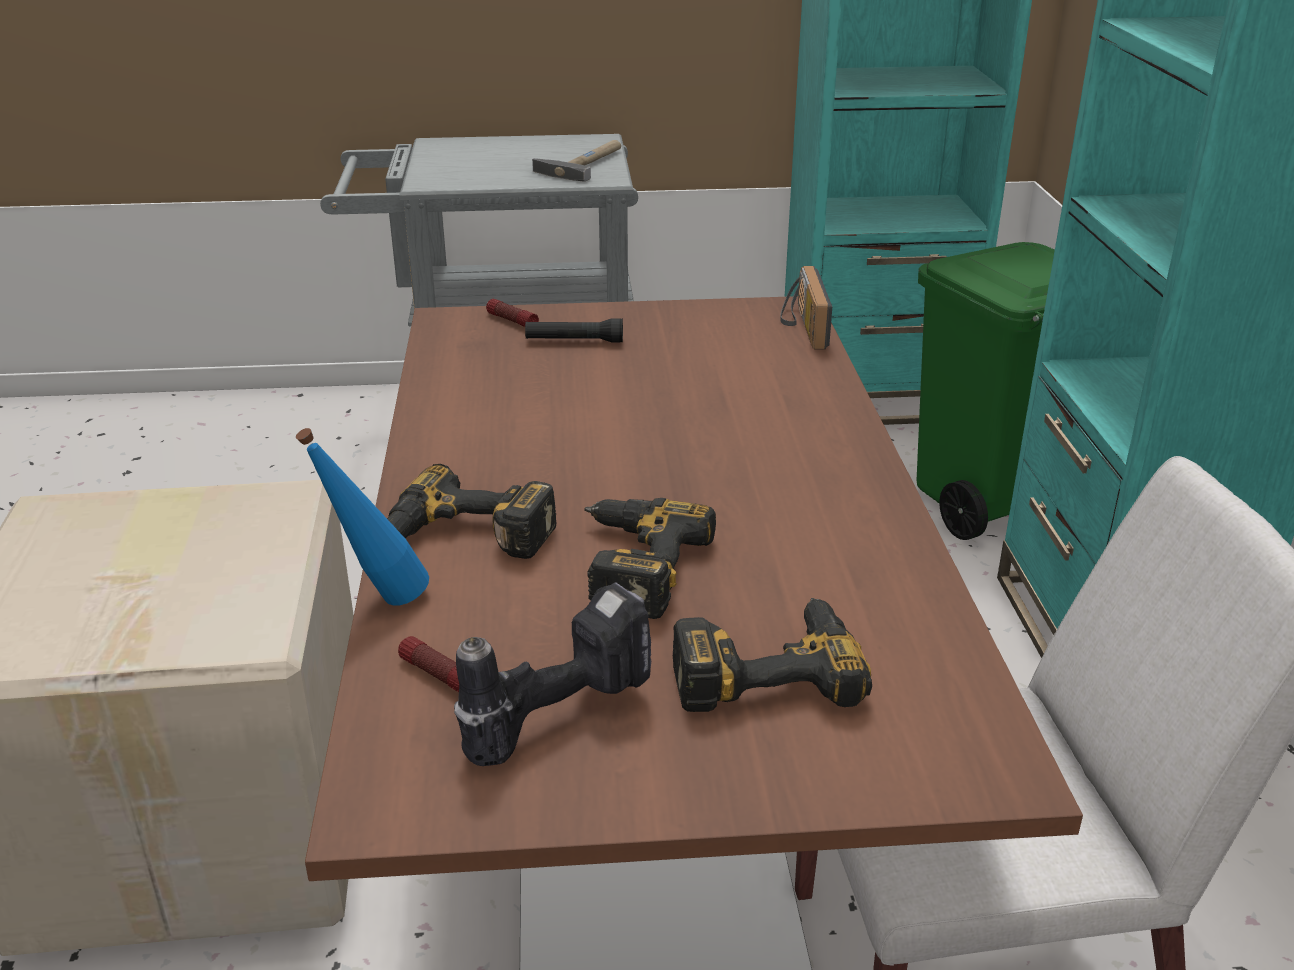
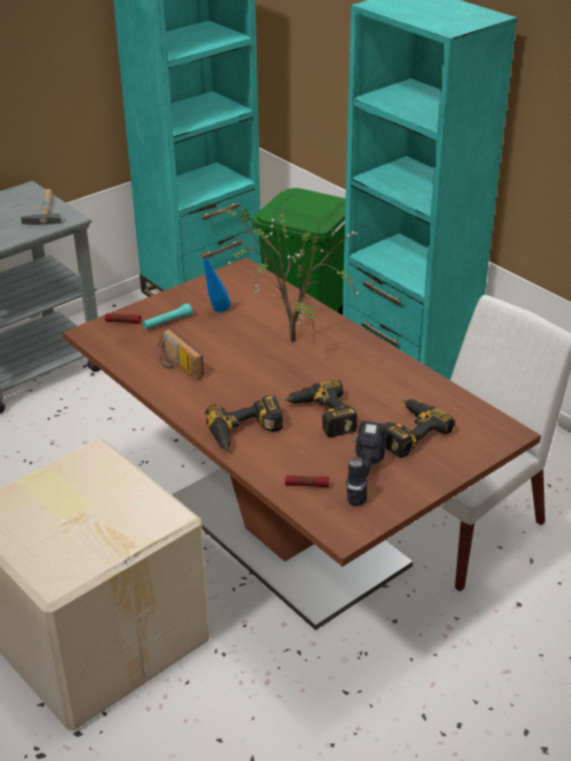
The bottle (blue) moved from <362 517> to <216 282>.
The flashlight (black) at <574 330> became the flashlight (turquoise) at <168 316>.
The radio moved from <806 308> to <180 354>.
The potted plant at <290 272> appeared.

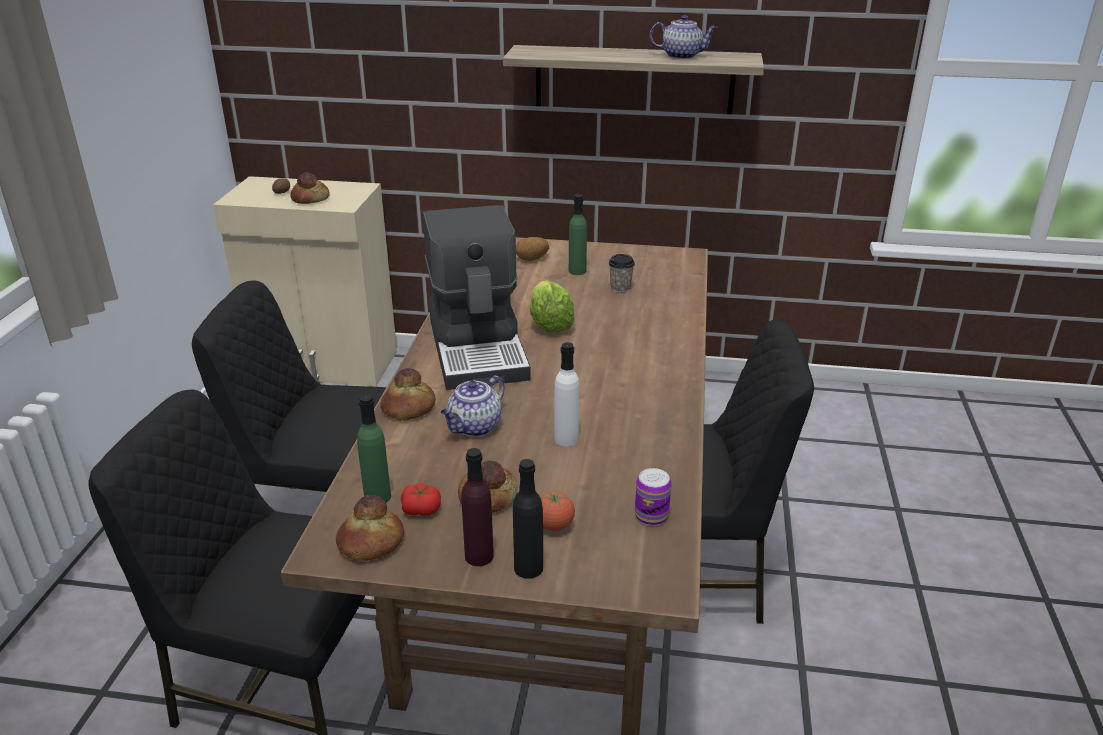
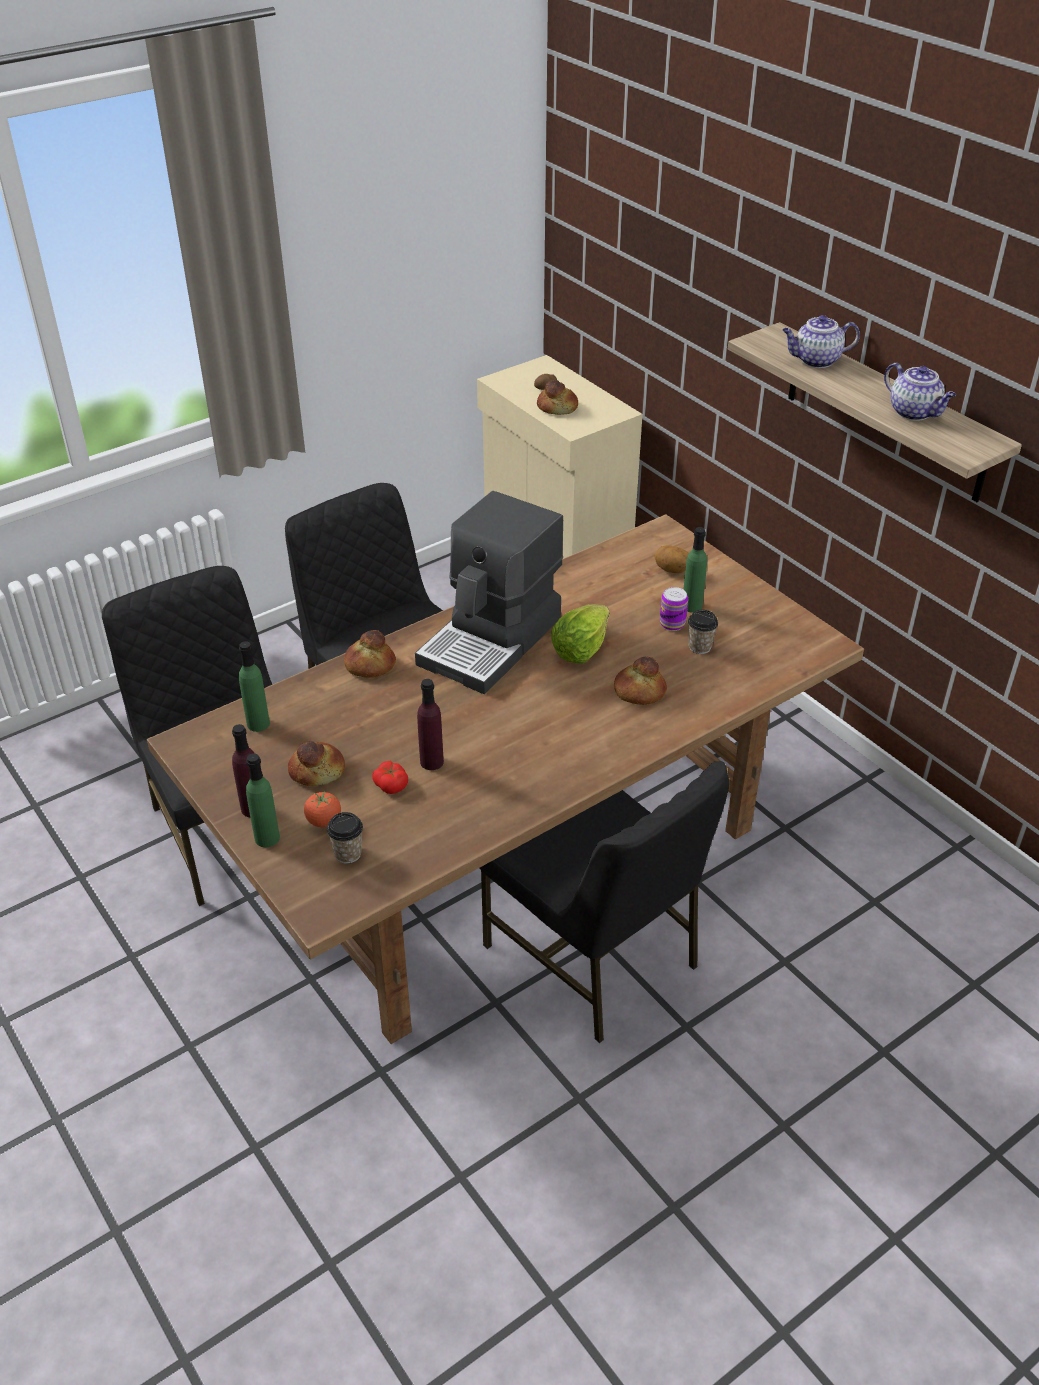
The bread moved from <370 528> to <640 680>.
The tomato moved from <421 499> to <390 777>.
The teapot moved from <473 406> to <821 341>.
The bottle (black) at <528 519> became the bottle (green) at <263 800>.
The bottle (white) at <566 394> became the bottle (purple) at <430 724>.
The can moved from <653 497> to <674 609>.
The cup at <345 838> appeared.

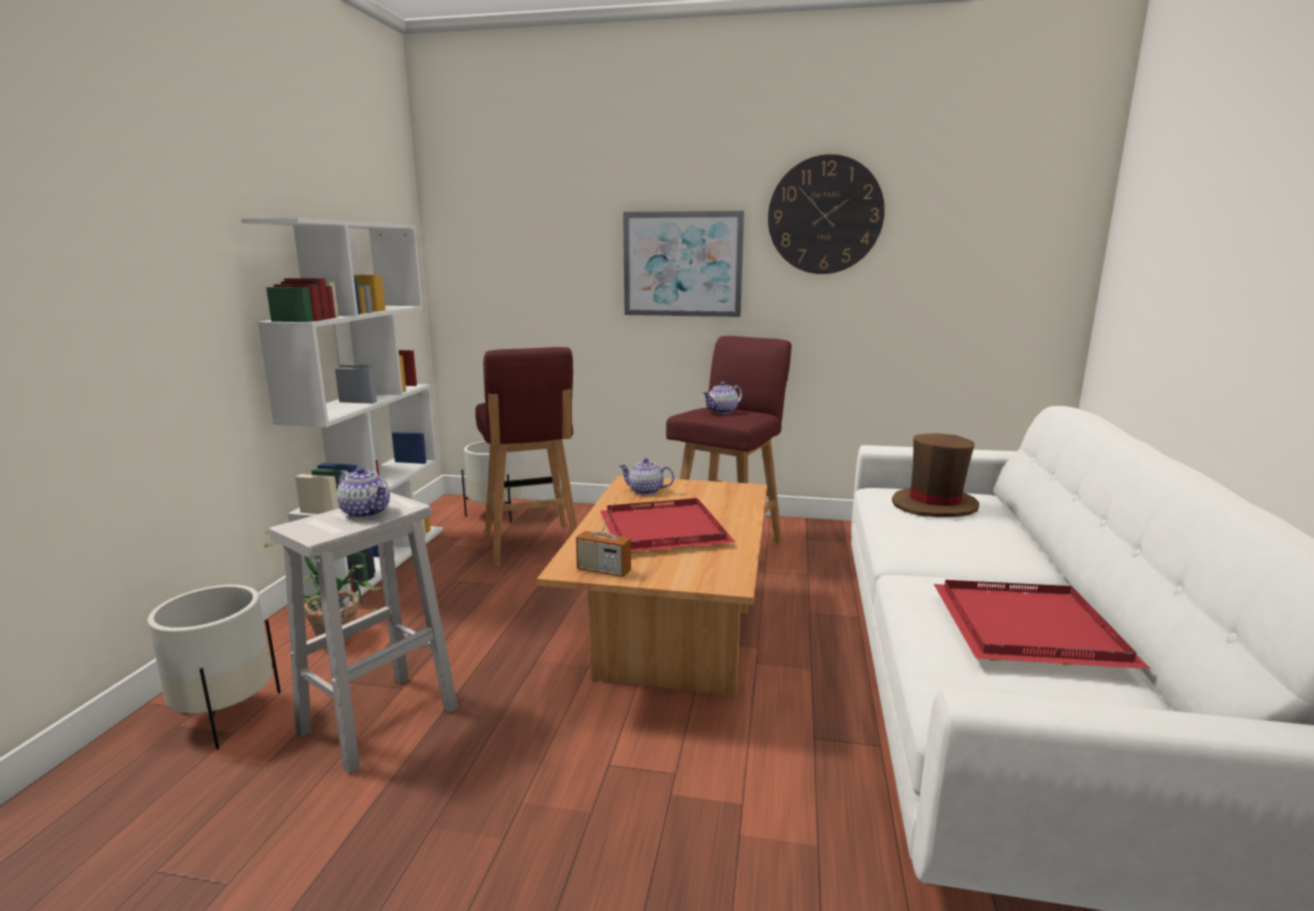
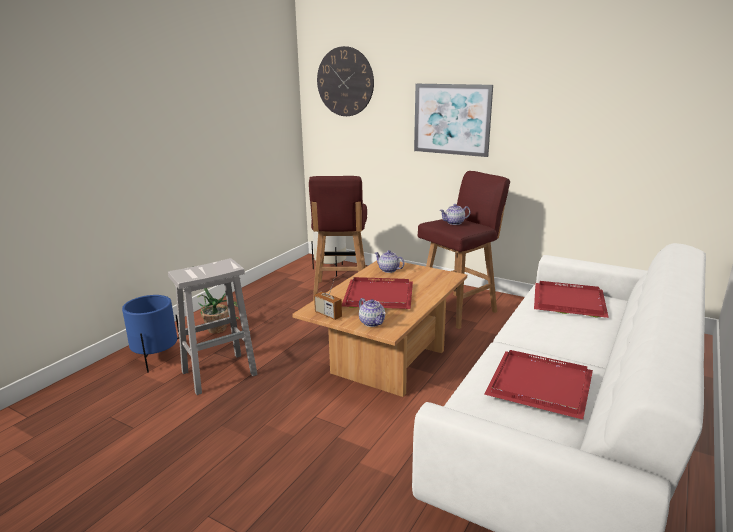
The planter (white) at <214 667> became the planter (blue) at <150 334>.
The bookcase (white) at <342 409> disappeared.
The teapot moved from <363 492> to <372 312>.
The wall clock moved from <826 214> to <345 81>.
The hat (brown) at <935 475> was replaced by the tray (red) at <571 299>.

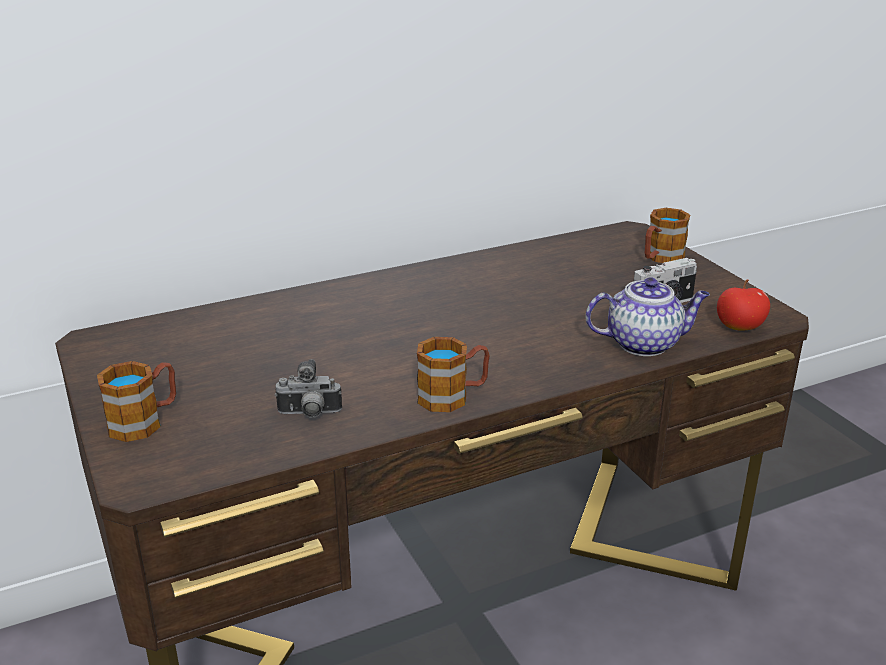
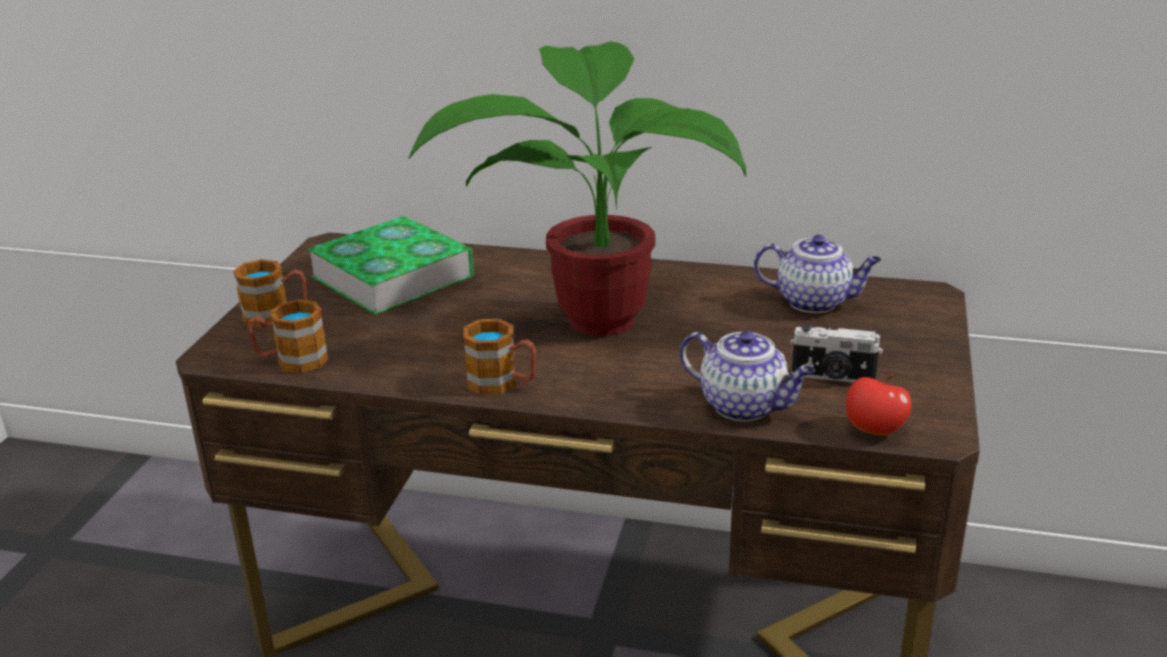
The photo camera at <308 388> disappeared.
The mug moved from <667 235> to <288 336>.
The book at <390 265> appeared.
The potted plant at <577 189> appeared.
The teapot at <817 274> appeared.

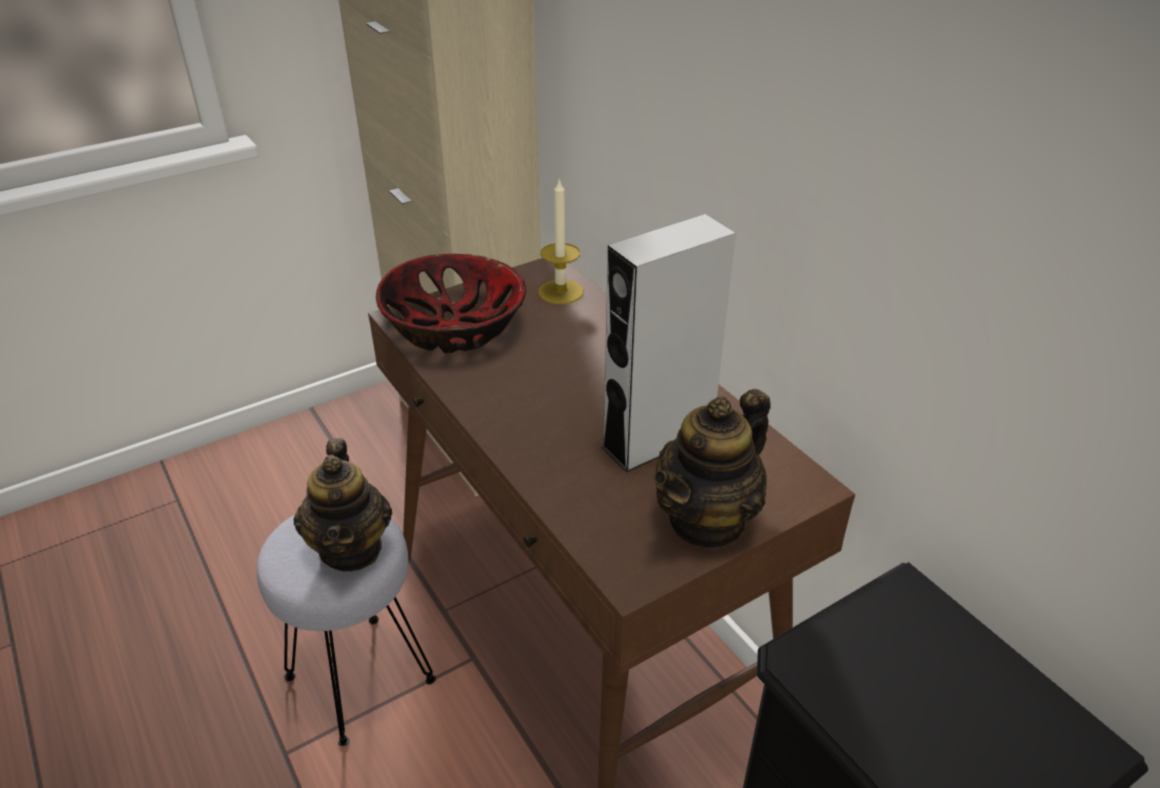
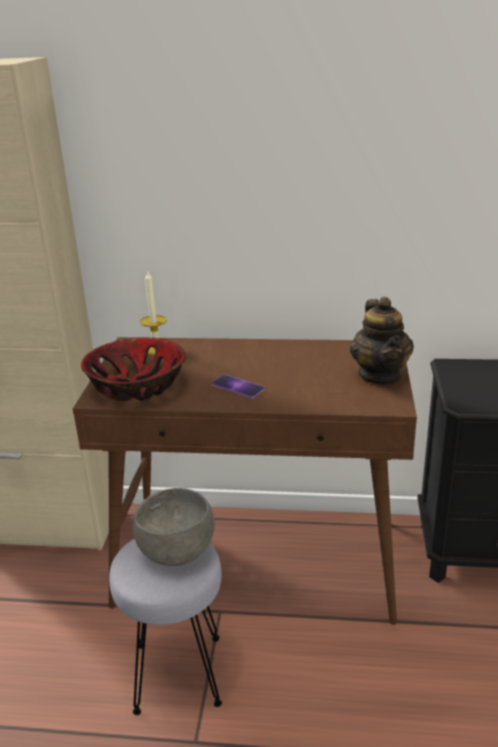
The teapot at <342 504> was replaced by the bowl (grey) at <174 527>.
The speaker (grey) at <668 343> disappeared.
The phone at <238 386> appeared.

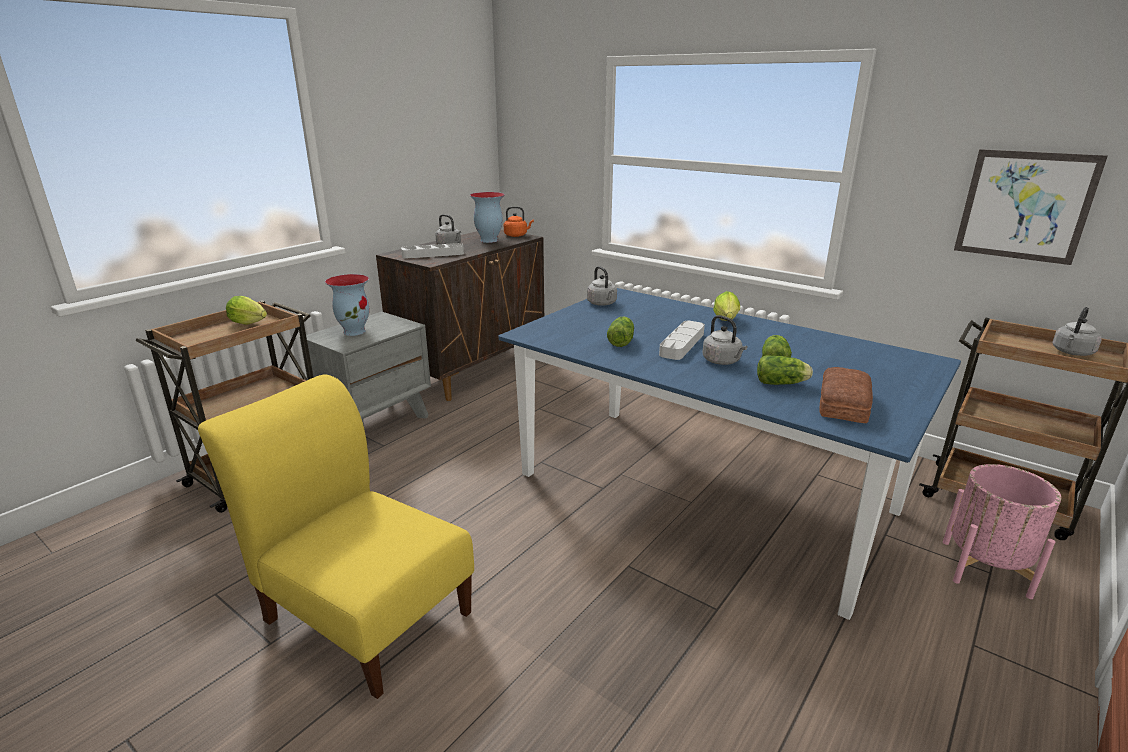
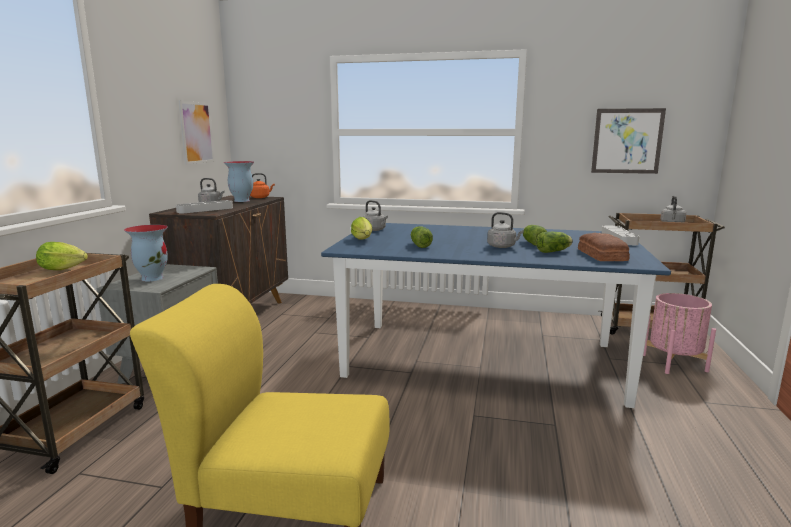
The tray (grey) moved from <682 340> to <620 235>.
The lettuce moved from <726 306> to <362 228>.
The picture at <196 132> appeared.

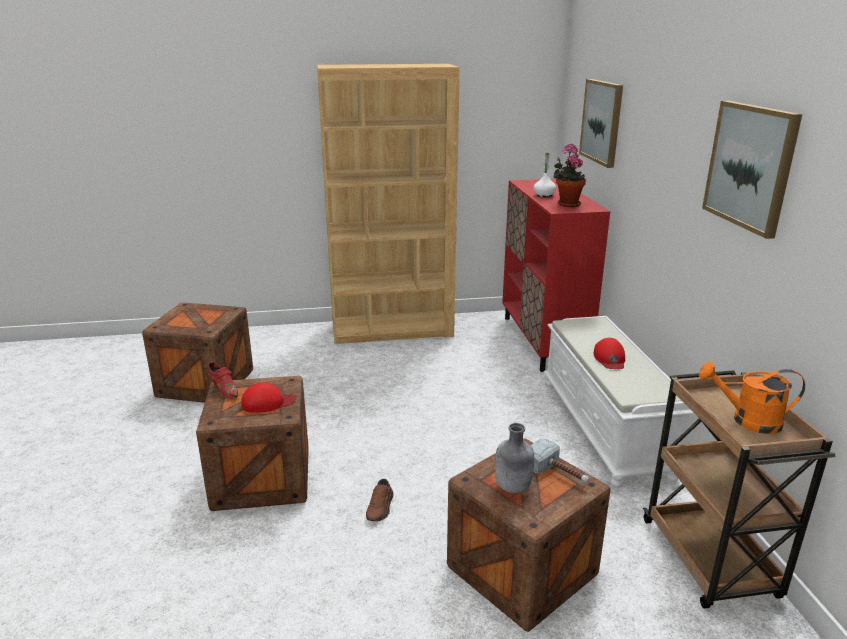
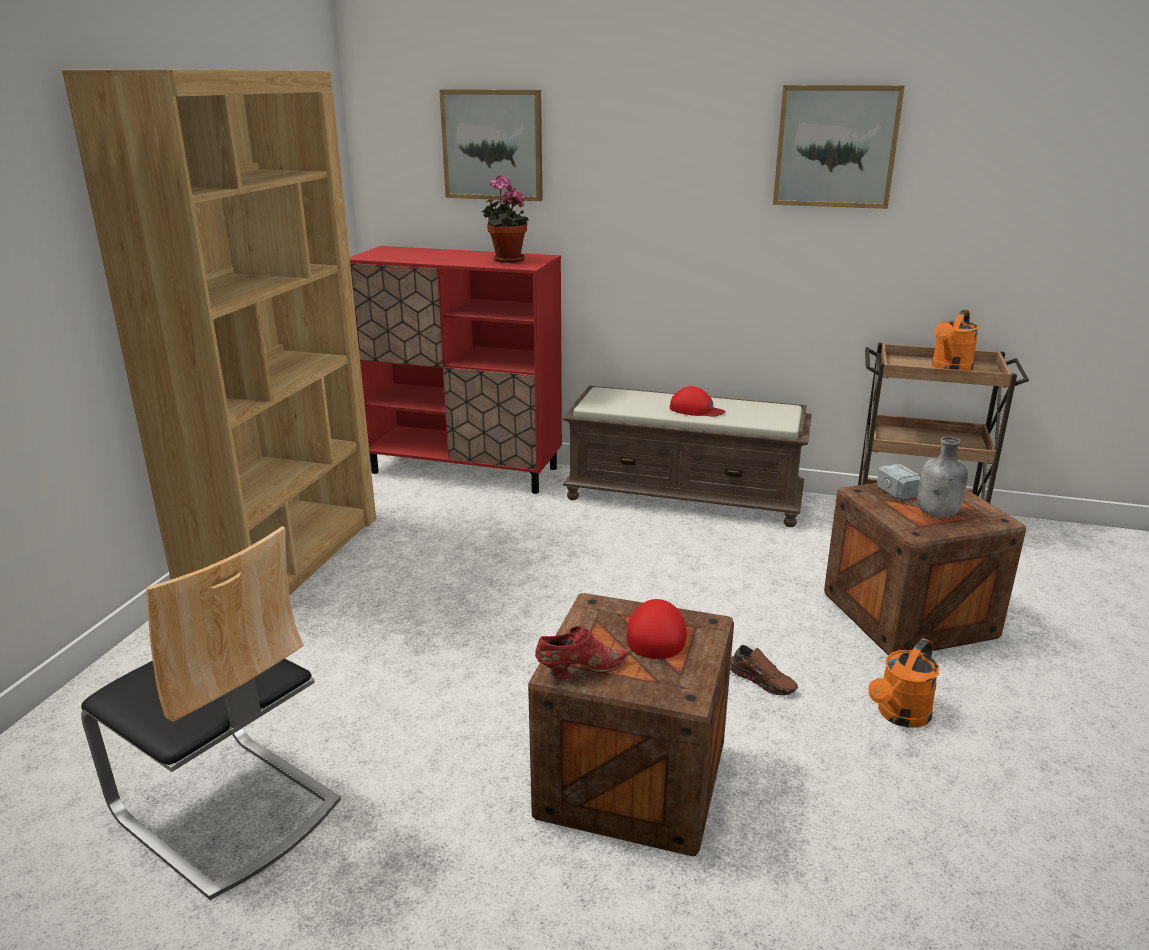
The crate at <197 352> was replaced by the chair at <211 713>.
The bottle (white) at <545 175> disappeared.
The bench (white) at <619 402> became the bench (brown) at <687 456>.
The watering can (orange) at <903 683> appeared.

